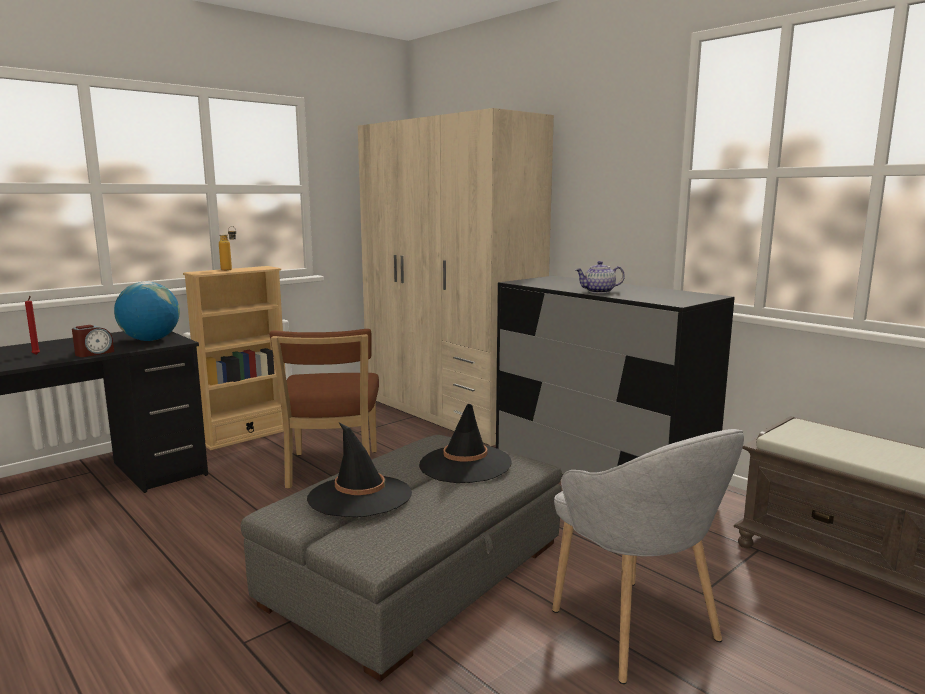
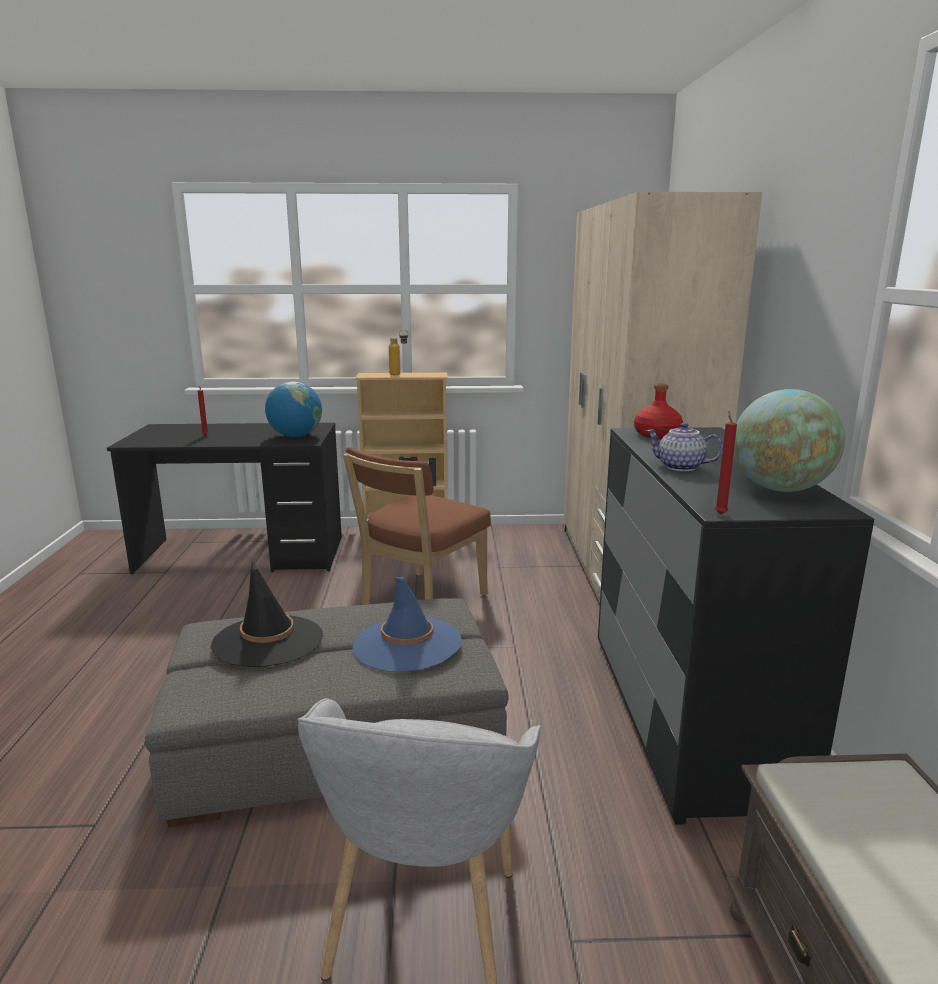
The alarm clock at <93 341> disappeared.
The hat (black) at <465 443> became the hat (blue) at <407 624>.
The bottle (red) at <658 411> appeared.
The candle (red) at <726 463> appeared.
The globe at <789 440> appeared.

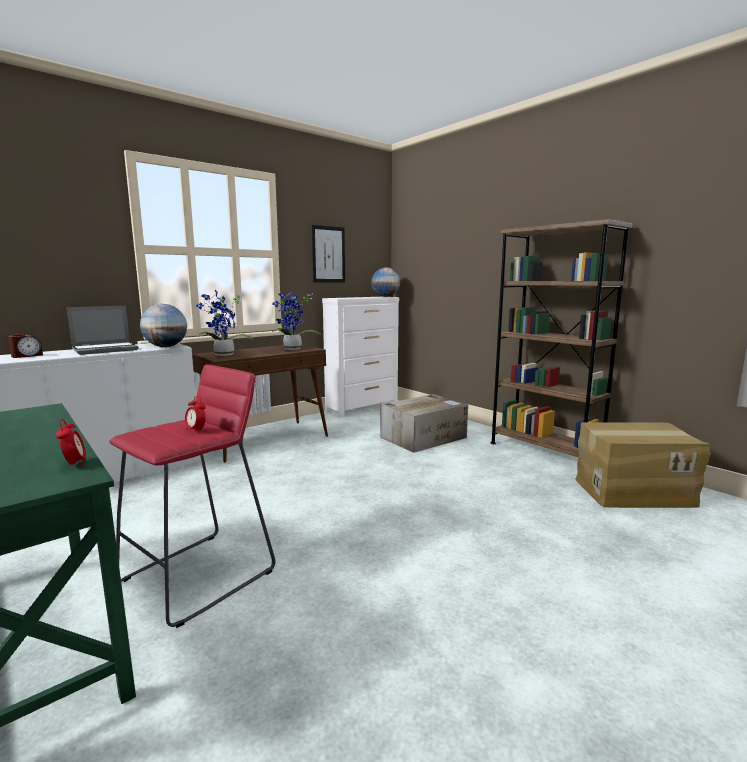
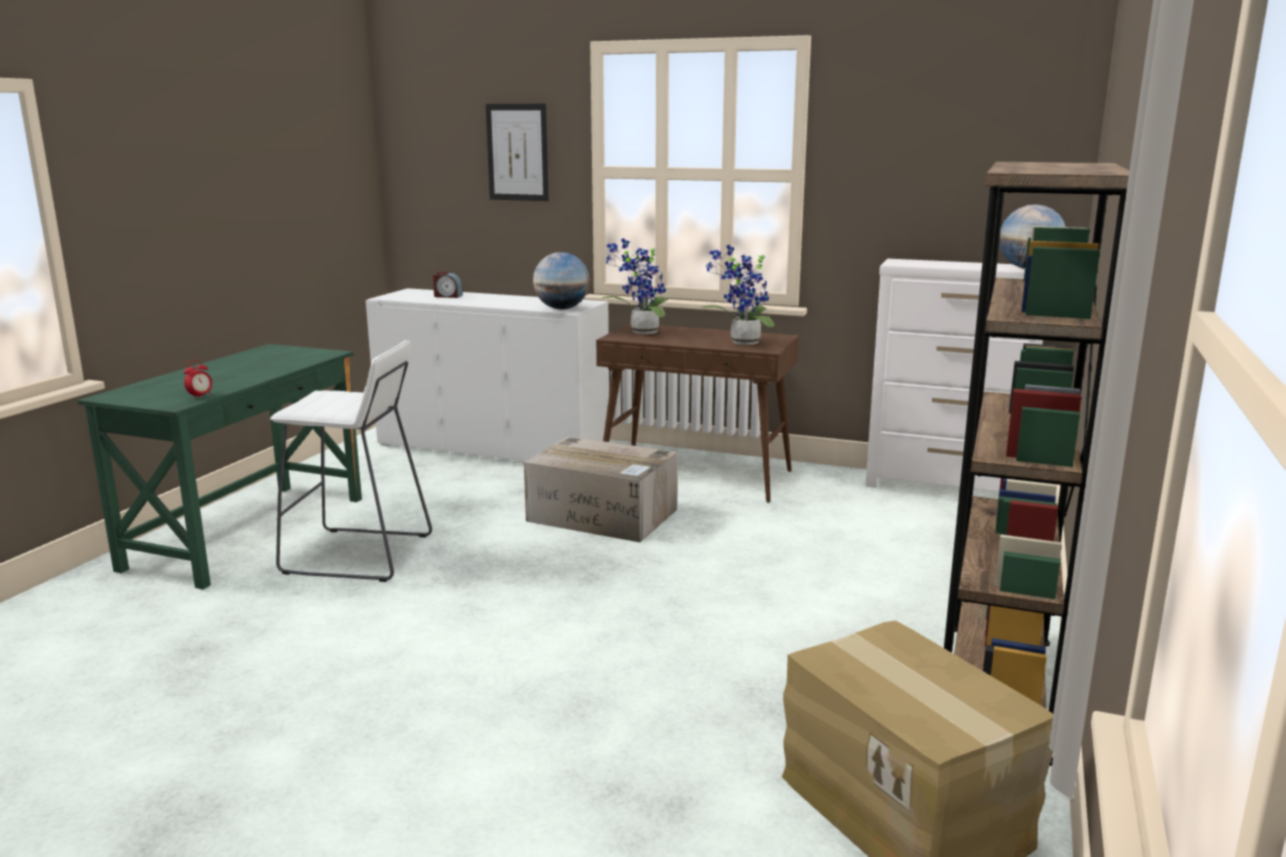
The laptop at <103 330> disappeared.
The stool (red) at <192 496> became the stool (white) at <351 461>.
The alarm clock at <195 415> disappeared.
The picture moved from <328 254> to <517 152>.
The cardboard box moved from <424 423> to <601 489>.

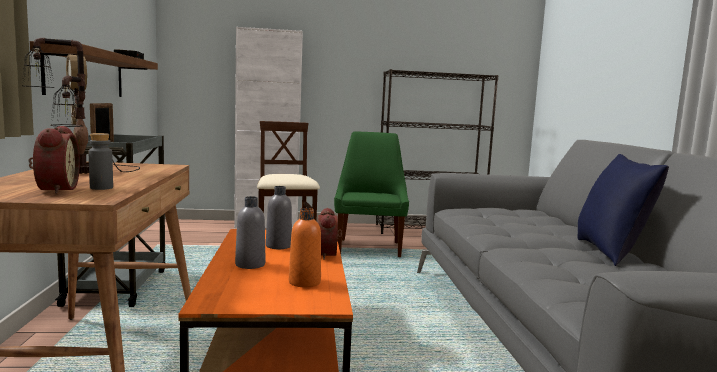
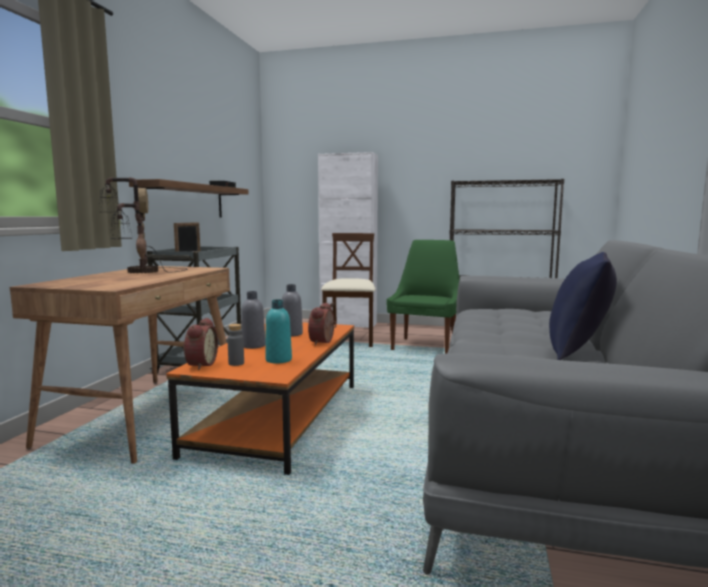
The alarm clock moved from <54 160> to <200 344>.
The bottle (grey) moved from <101 161> to <235 345>.
The bottle (orange) at <305 247> became the bottle (turquoise) at <278 331>.

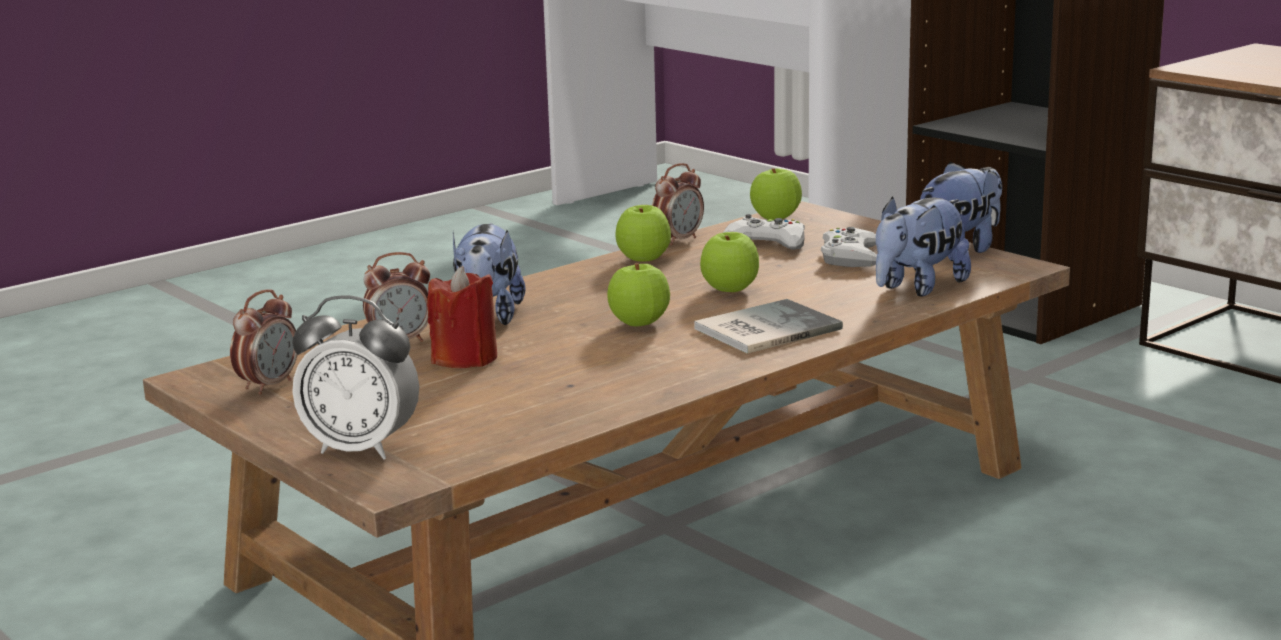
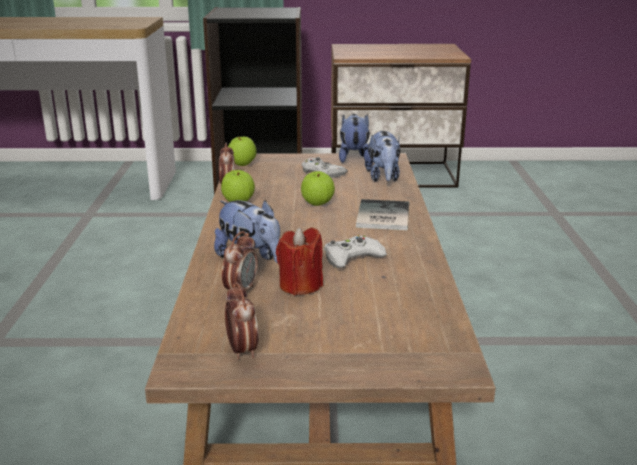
The alarm clock at <355 377> disappeared.
The apple at <638 295> disappeared.
The game controller (white) moved from <764 232> to <355 251>.

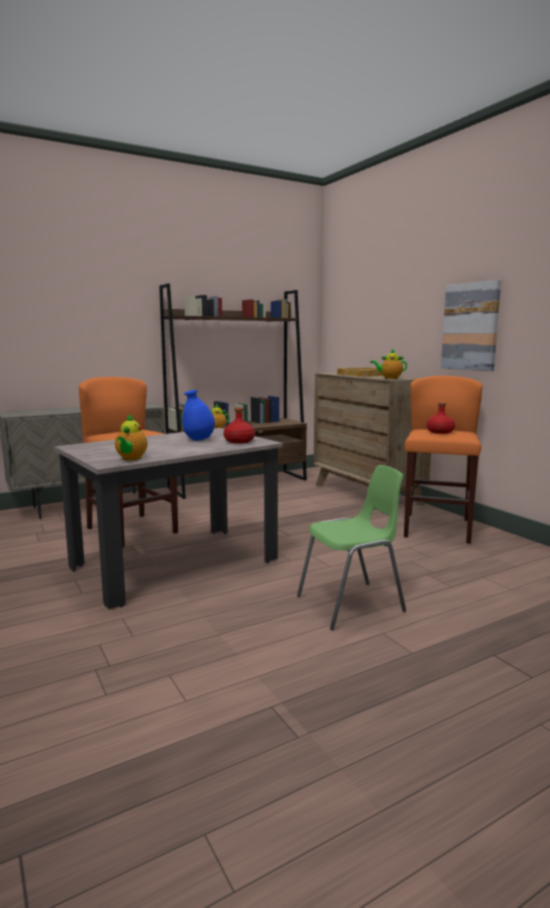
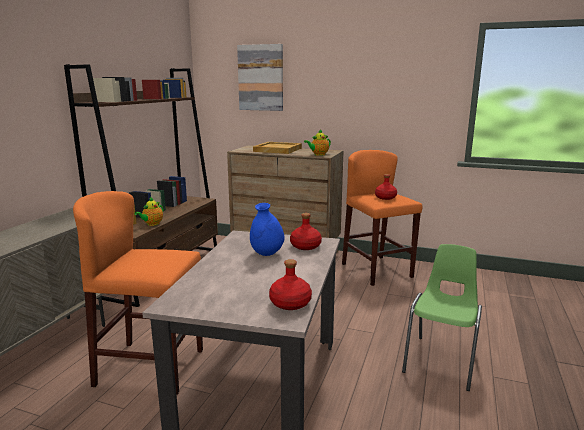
The teapot at <131 437> was replaced by the bottle (red) at <290 284>.
The picture moved from <471 325> to <260 77>.

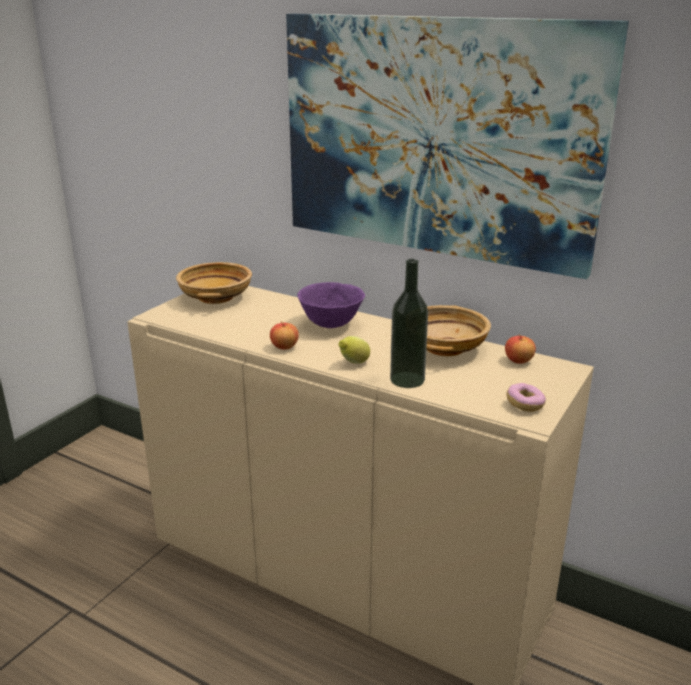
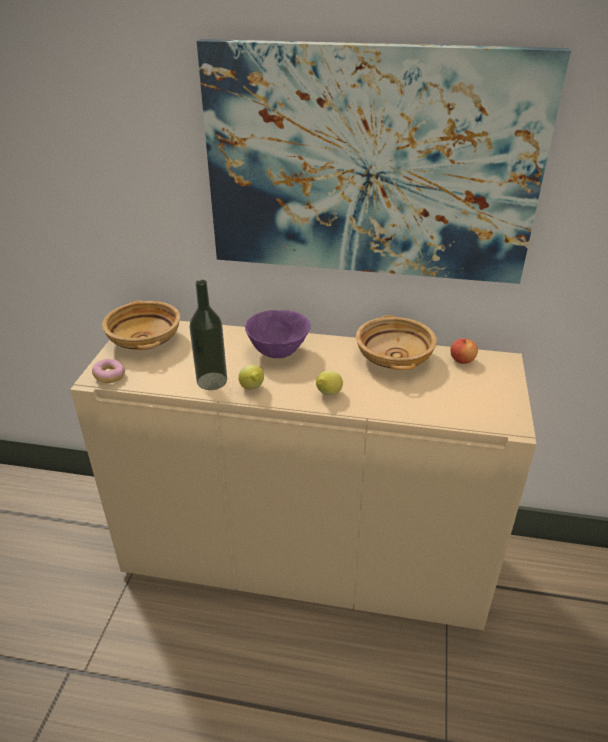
The apple at <284 335> was replaced by the lemon at <251 377>.
The bottle moved from <409 323> to <208 335>.
The donut moved from <526 397> to <108 371>.

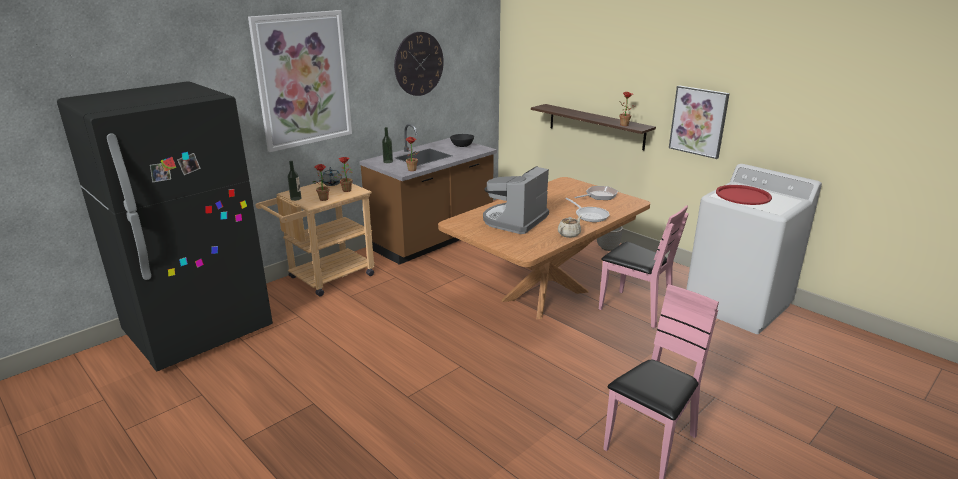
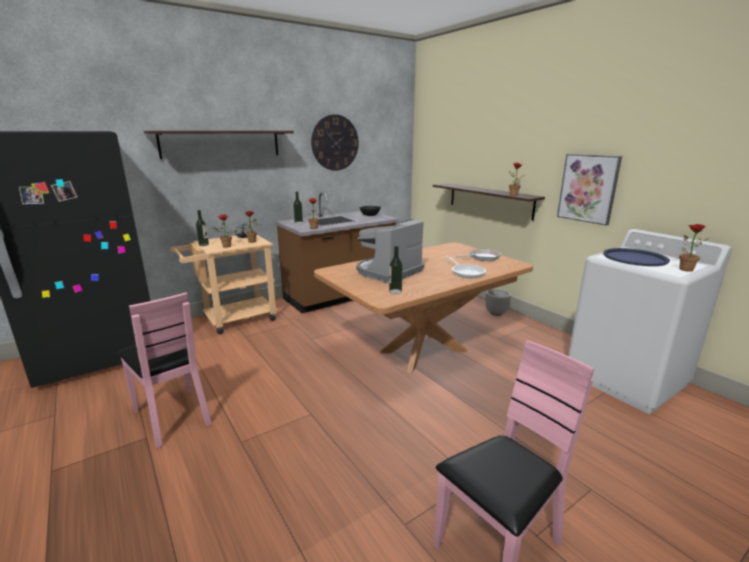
The picture at <300 81> was replaced by the shelf at <219 145>.
The teapot (beige) at <569 227> disappeared.
The chair (pink) moved from <644 266> to <165 370>.
The tray (red) at <744 195> became the tray (blue) at <636 257>.
The bottle at <396 270> appeared.
The potted plant at <693 248> appeared.

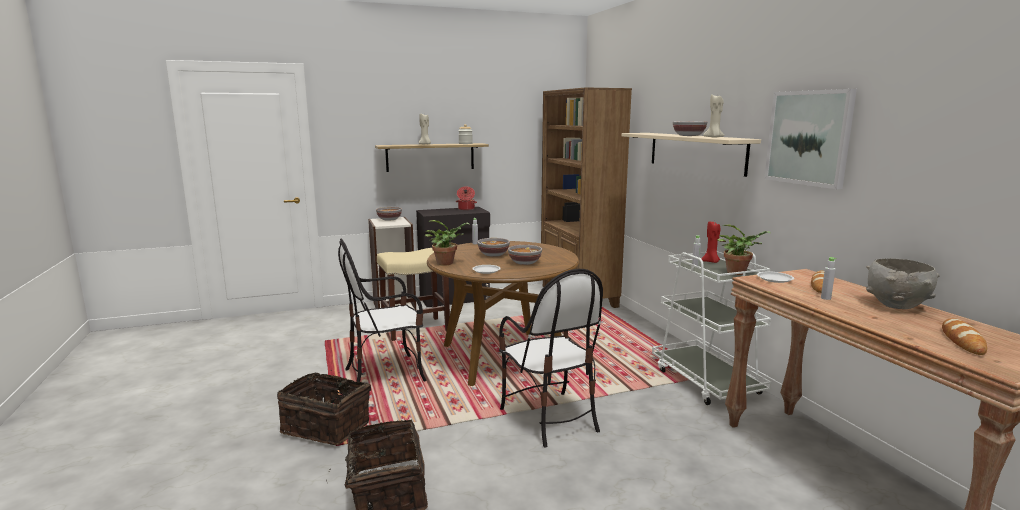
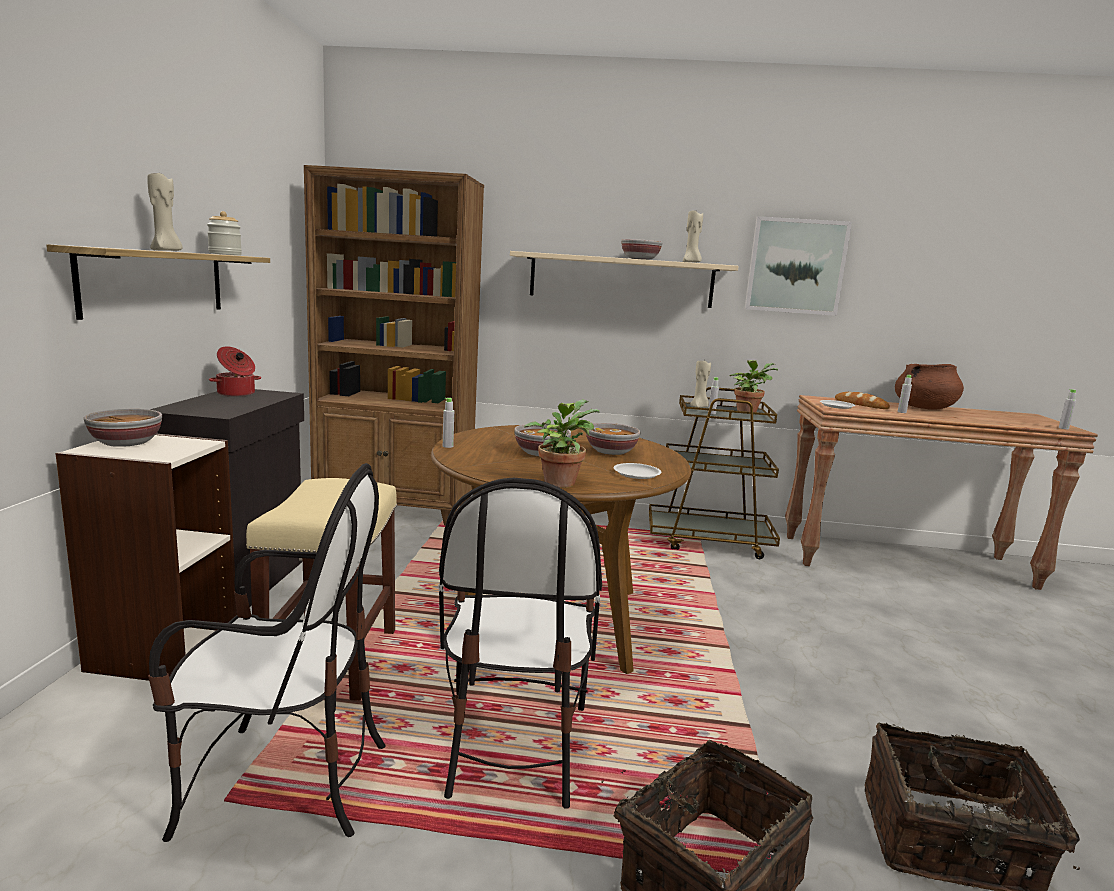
The chair moved from <551 358> to <267 652>.
The cart (white) at <712 328> became the cart (brown) at <714 473>.
The candle (red) at <711 242> became the candle (beige) at <700 384>.
The bowl (grey) at <903 283> was replaced by the cooking pot (brown) at <929 387>.
The bread at <964 336> disappeared.
The bottle (grey) at <1067 409> appeared.

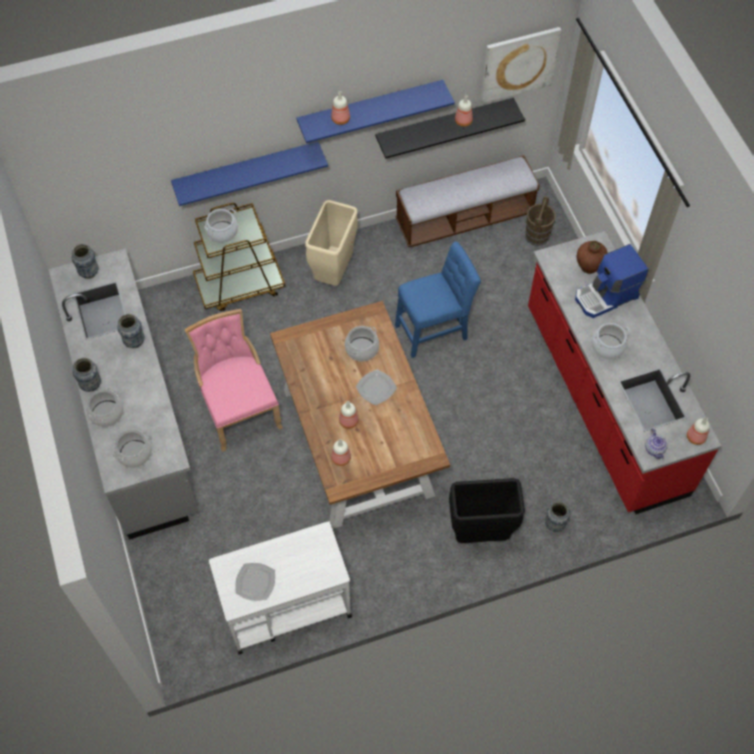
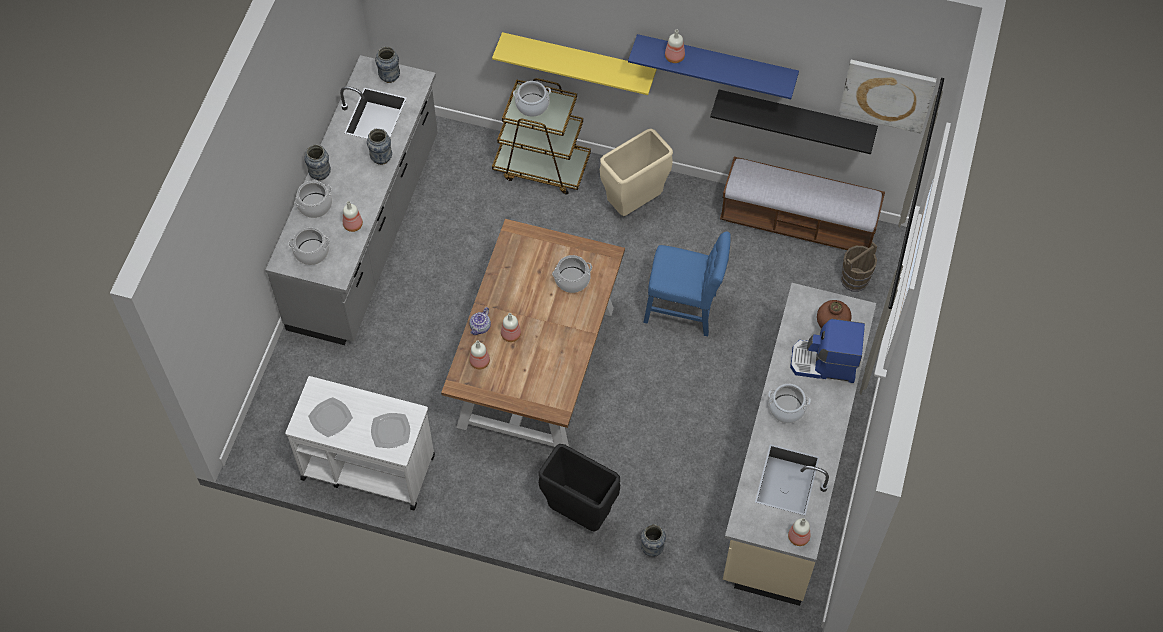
The shelf (blue) at <249 174> became the shelf (yellow) at <574 63>.
The chair (pink) at <233 380> disappeared.
The plate moved from <376 387> to <390 430>.
The bottle moved from <464 111> to <353 216>.
The counter (red) at <624 372> became the counter (beige) at <799 444>.
The teapot moved from <656 443> to <480 321>.

